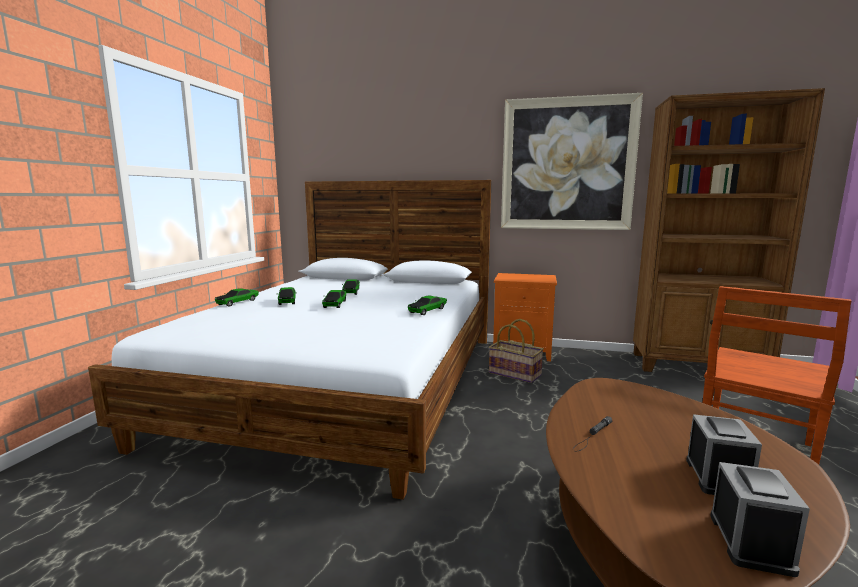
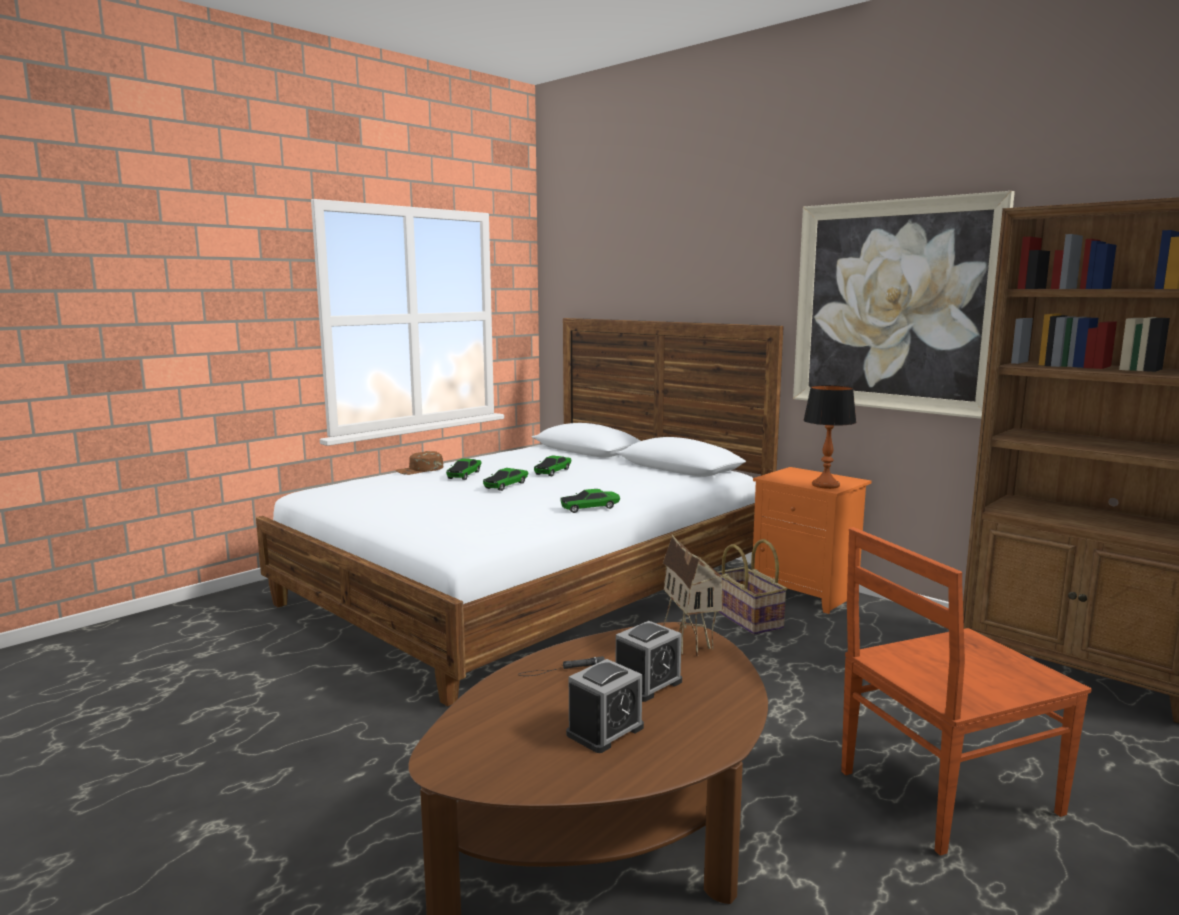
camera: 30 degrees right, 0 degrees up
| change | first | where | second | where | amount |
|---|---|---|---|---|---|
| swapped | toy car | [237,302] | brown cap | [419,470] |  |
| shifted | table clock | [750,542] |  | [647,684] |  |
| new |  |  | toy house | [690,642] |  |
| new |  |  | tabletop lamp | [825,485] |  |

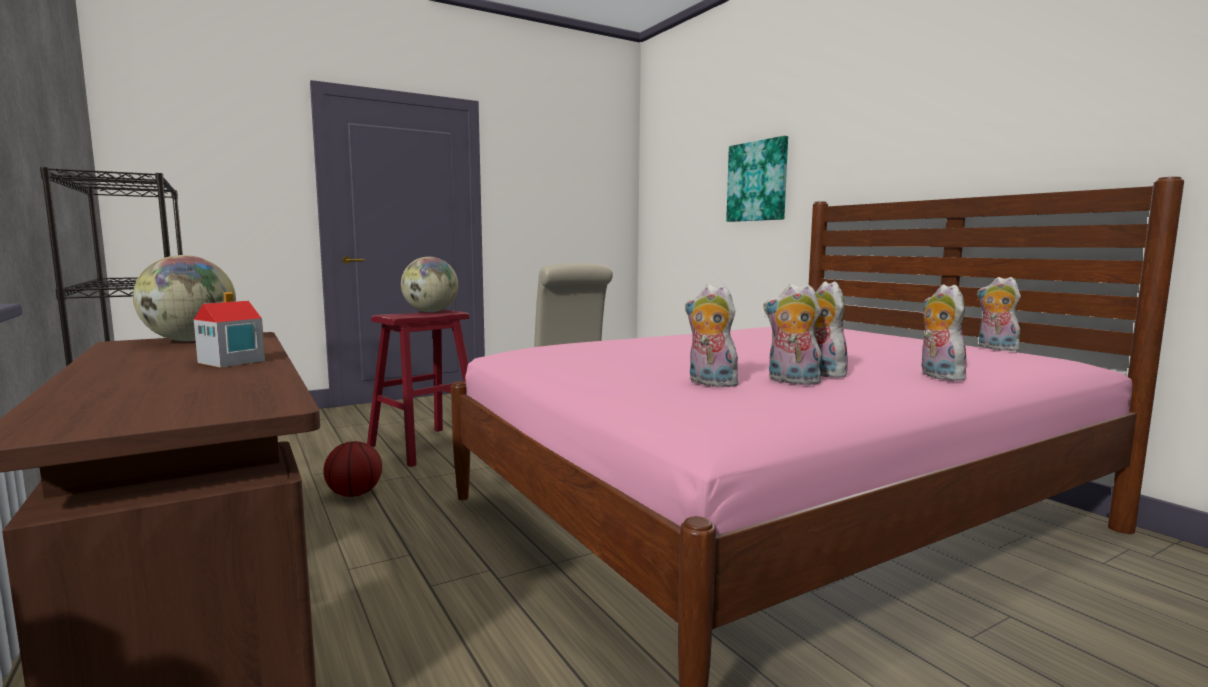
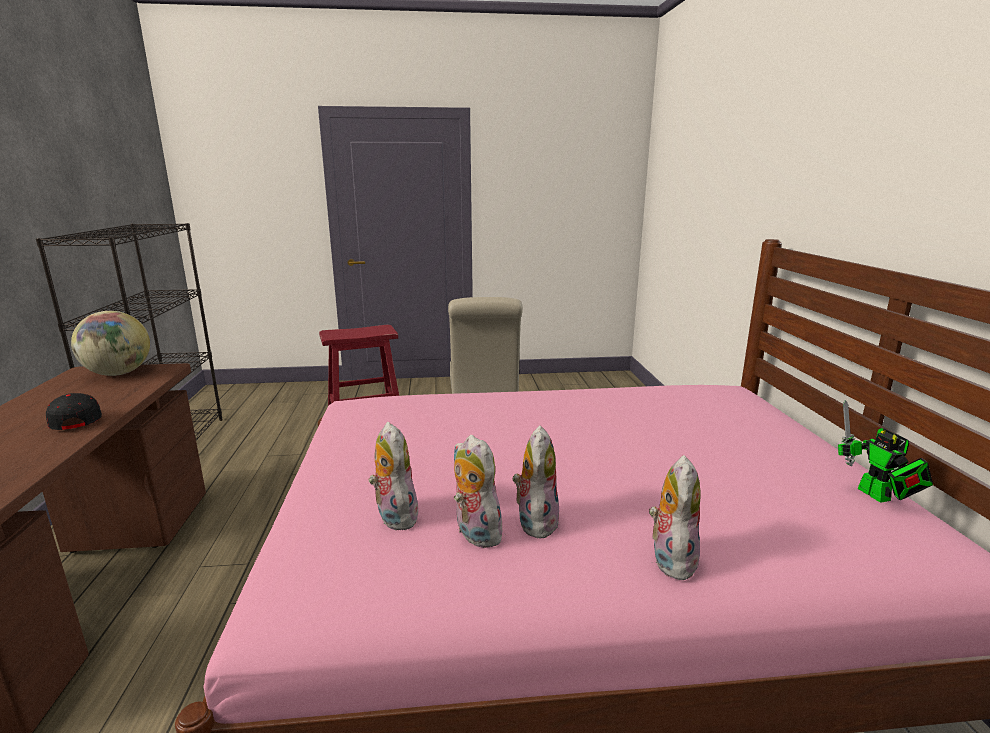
camera: 25 degrees right, 10 degrees up
| change | first | where | second | where | amount |
|---|---|---|---|---|---|
| swapped | toy house | [230,362] | black-coloured cap | [76,420] |  |
| gone | basketball ball | [354,494] |  |  |  |
| gone | globe | [430,312] |  |  |  |
| gone | wall picture | [757,181] |  |  |  |
| swapped | plush toy | [995,348] | model robot | [878,497] |  |

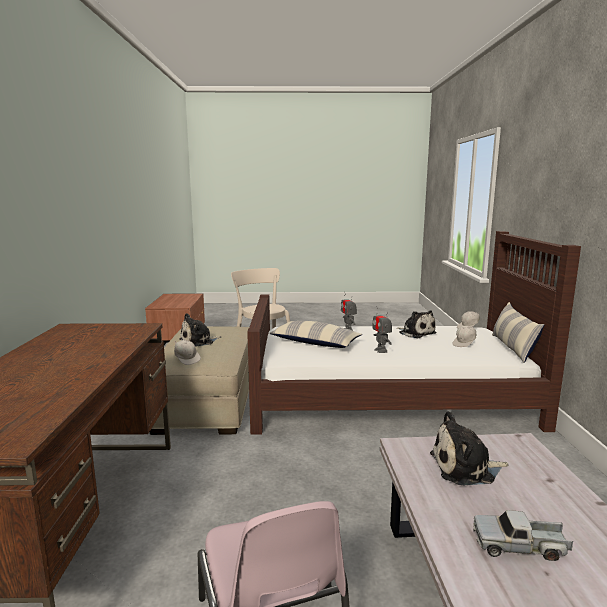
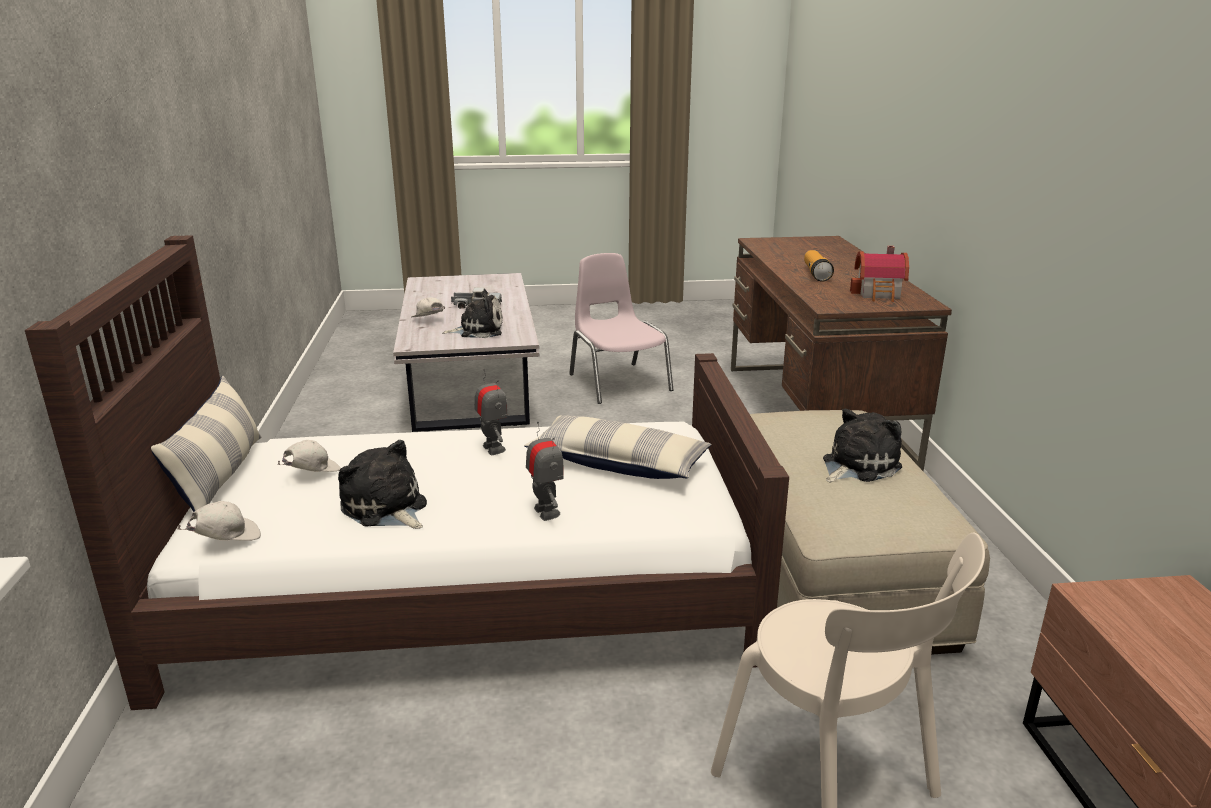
camera: 175 degrees right, 10 degrees up
| change | first | where | second | where | amount |
|---|---|---|---|---|---|
| shifted | whitish cap | [187,359] |  | [429,321] |  |
| new |  |  | flashlight | [816,274] |  |
| new |  |  | toy house | [880,294] |  |

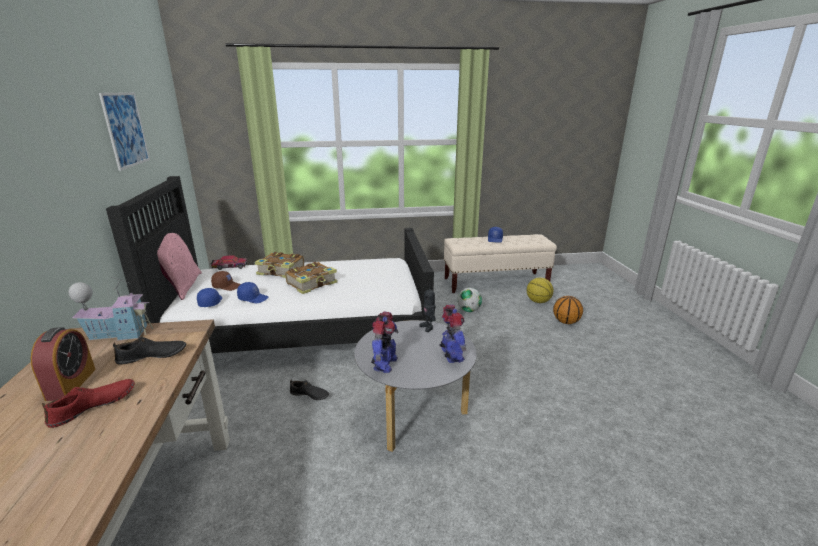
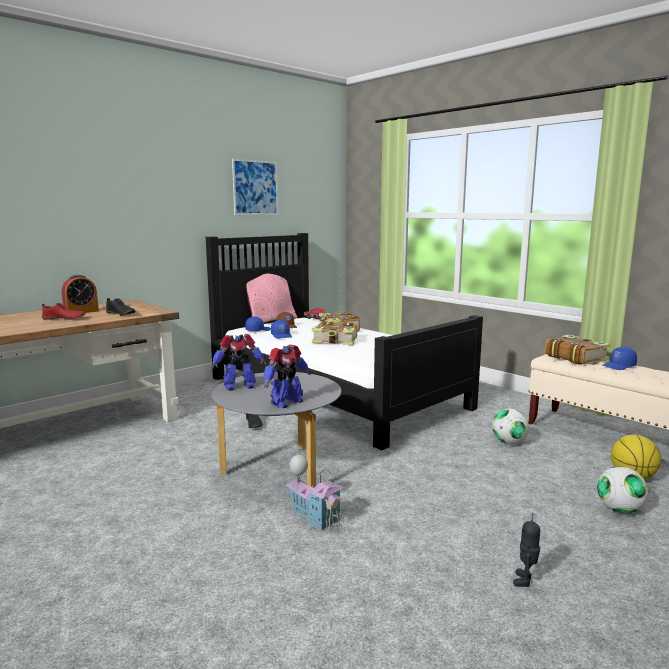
camera: 55 degrees right, 10 degrees down
| change | first | where | second | where | amount |
|---|---|---|---|---|---|
| shifted | toy house | [120,333] |  | [315,516] |  |
| shifted | model robot | [428,327] |  | [525,581] |  |
| swapped | basketball ball | [566,322] | ball for football | [619,510] |  |
| new |  |  | book | [575,357] |  |

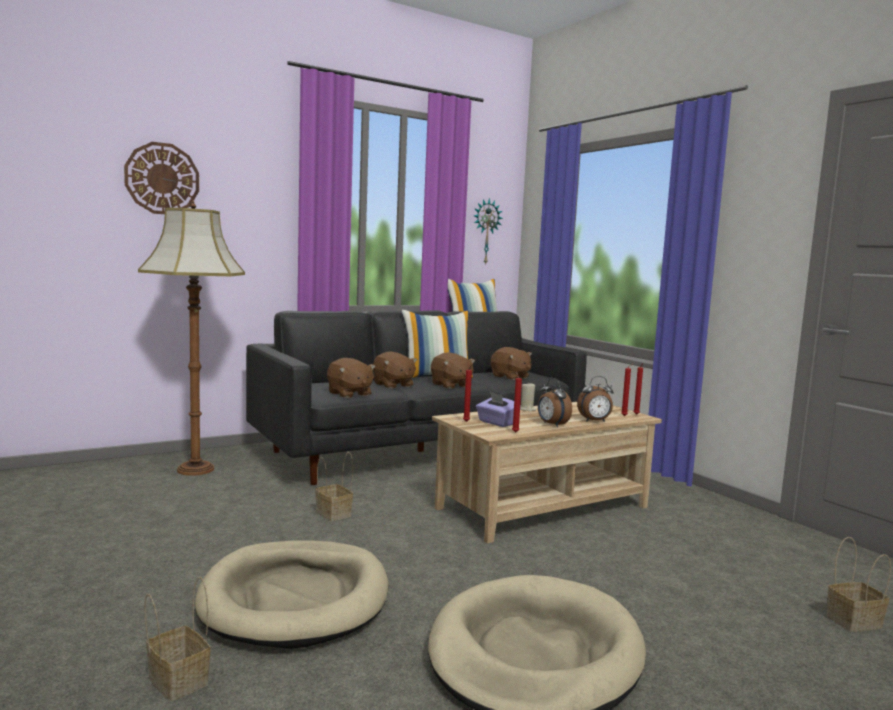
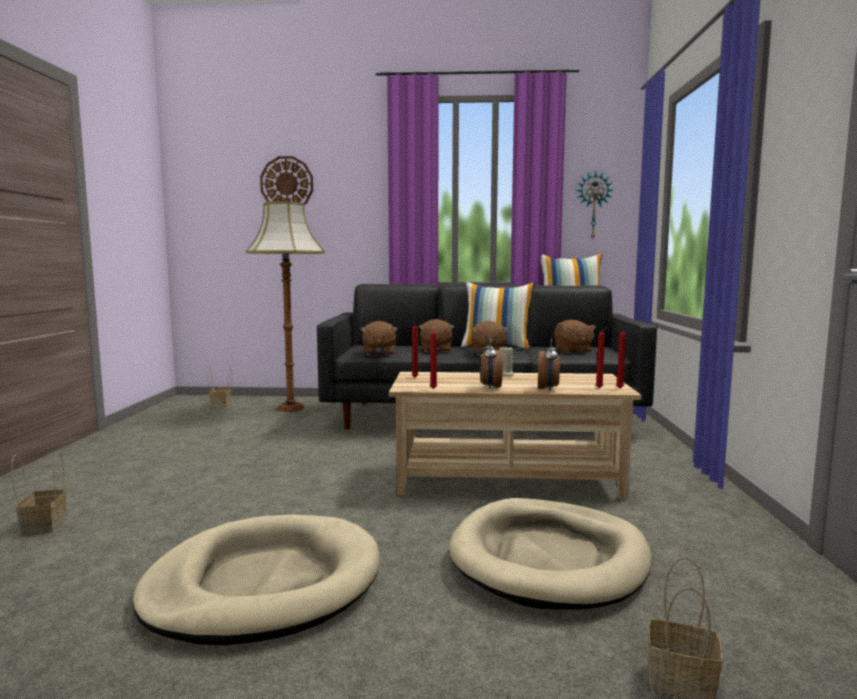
camera: 35 degrees right, 0 degrees up
| change | first | where | second | where | amount |
|---|---|---|---|---|---|
| shifted | beige-coloured pet bed | [296,598] |  | [549,558] |  |
| shifted | basket | [334,514] |  | [221,405] |  |
| gone | purple tissue box | [496,423] |  |  |  |
| rotated | table clock | [595,421] |  | [548,389] | 105 degrees counterclockwise |

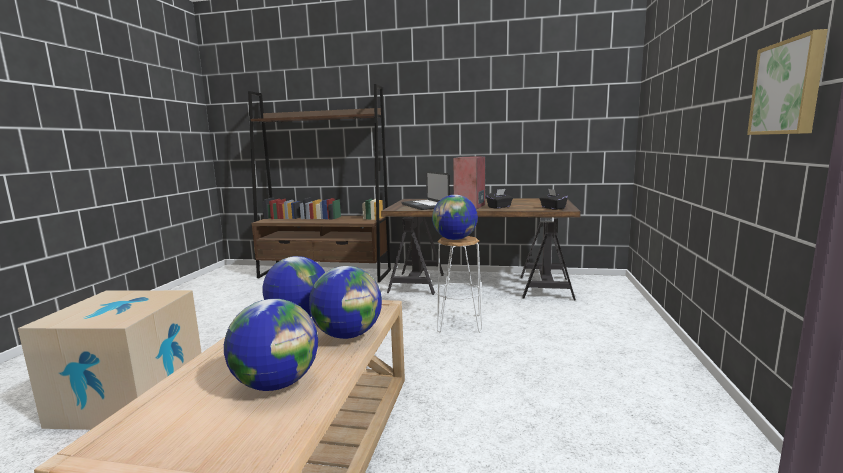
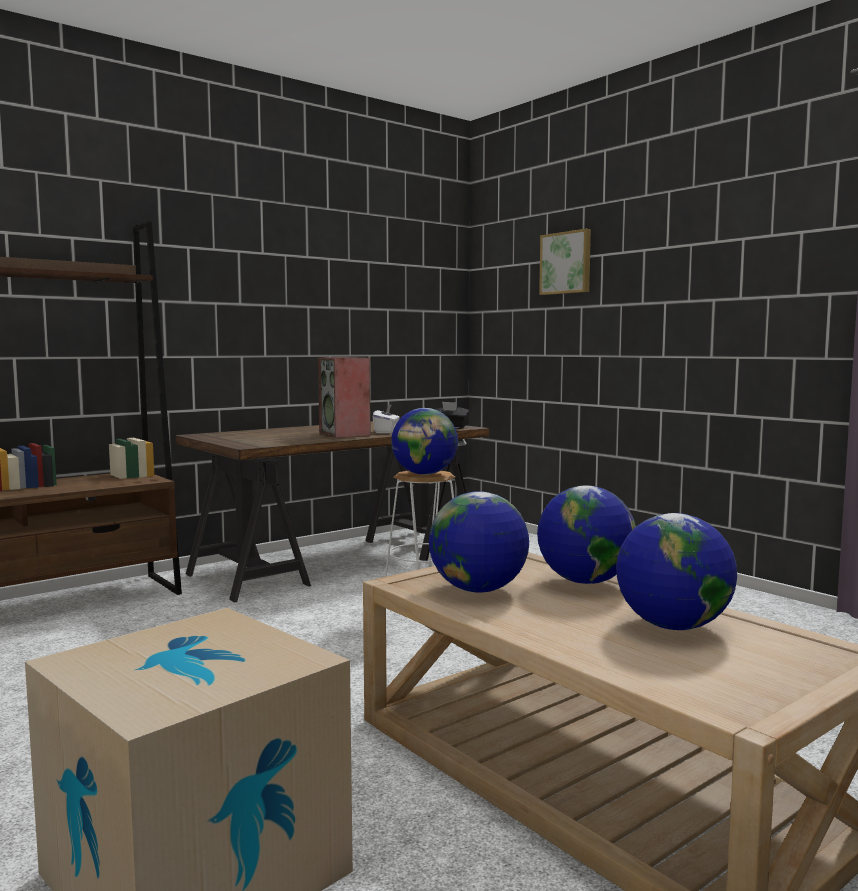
camera: 50 degrees left, 5 degrees down
| change | first | where | second | where | amount |
|---|---|---|---|---|---|
| gone | laptop | [424,206] |  |  |  |
| repainted | black-coloured tissue box | [499,207] | whitish tissue box | [386,432] |  |
| shifted | wall picture | [788,88] |  | [566,263] |  |

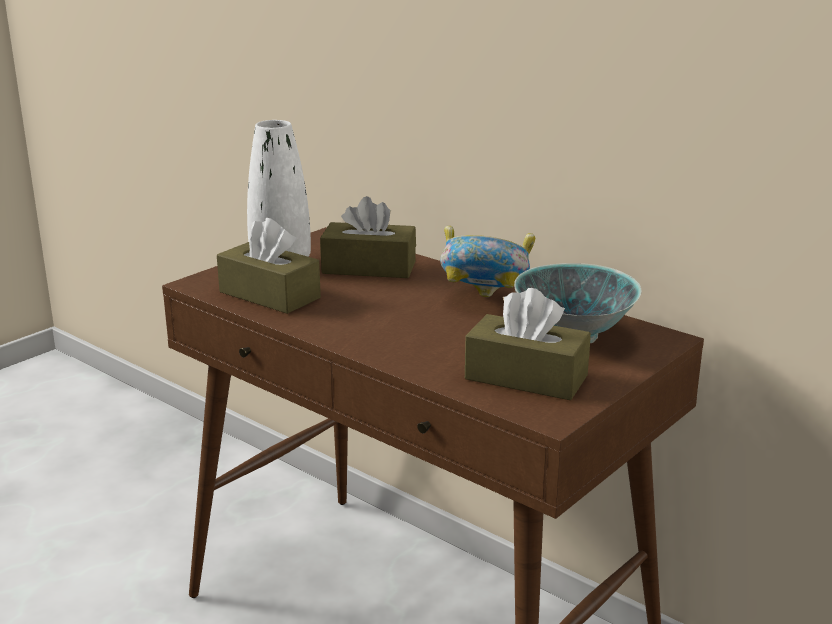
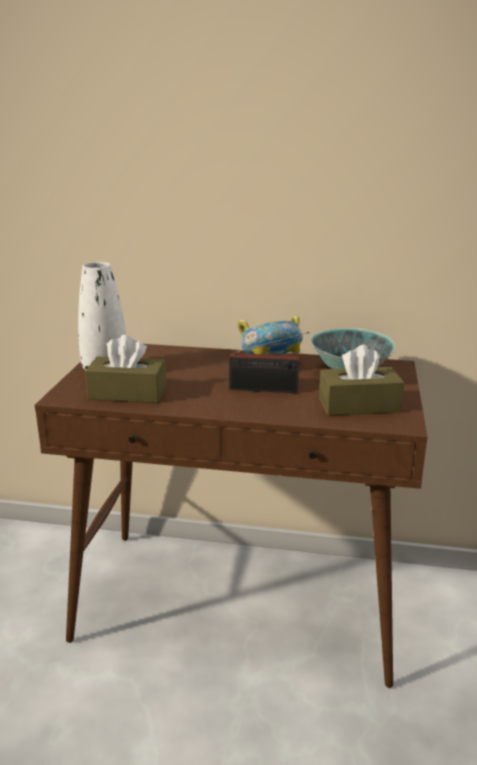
camera: 30 degrees left, 0 degrees up
| change | first | where | second | where | amount |
|---|---|---|---|---|---|
| gone | brown tissue box | [369,267] |  |  |  |
| new |  |  | radio | [268,389] |  |

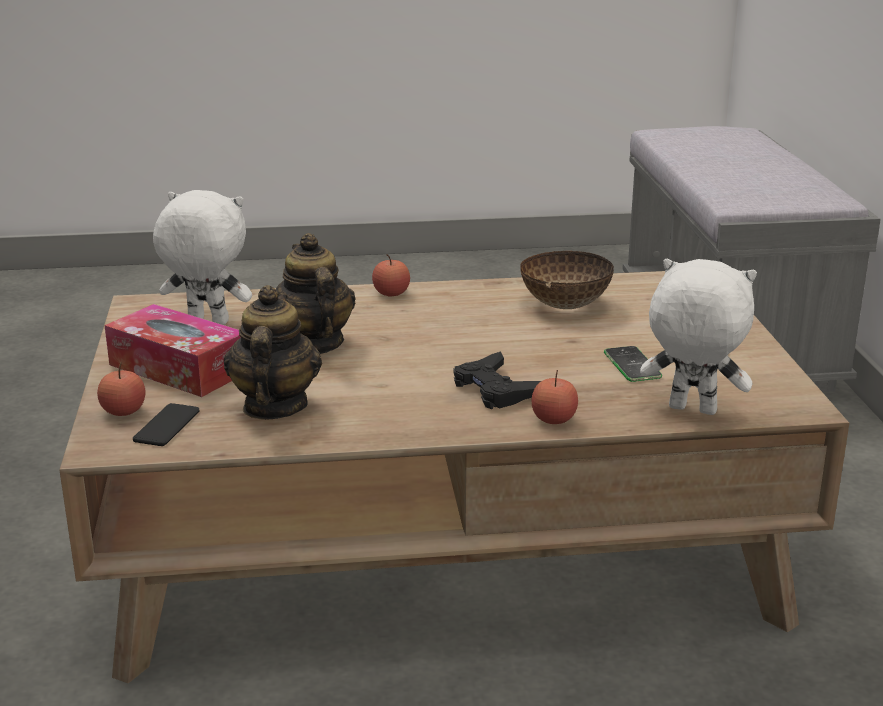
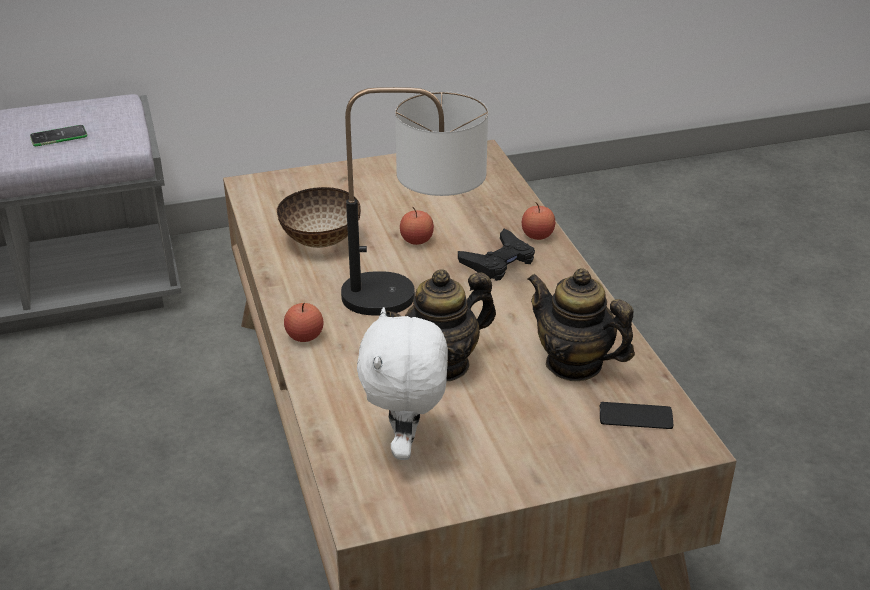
camera: 100 degrees left, 10 degrees up
| change | first | where | second | where | amount |
|---|---|---|---|---|---|
| shifted | apple fruit | [123,411] |  | [416,240] |  |
| gone | tissue box | [178,368] |  |  |  |
| rotated | teapot | [274,406] |  | [574,364] | 45 degrees clockwise |
| shifted | handset | [632,365] |  | [59,137] |  |
| gone | whitish plush toy | [691,410] |  |  |  |
| new |  |  | tabletop lamp | [414,296] |  |

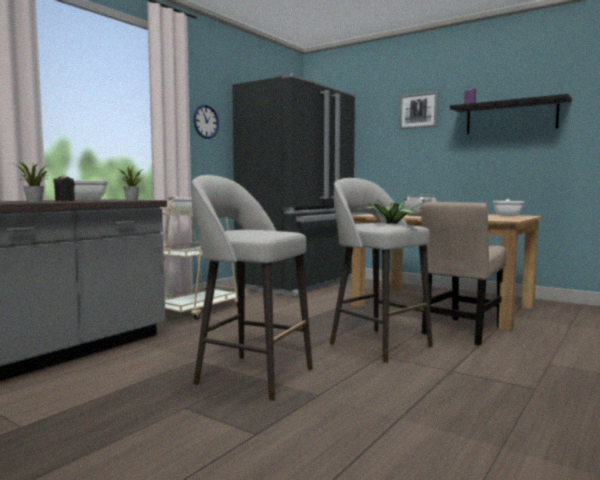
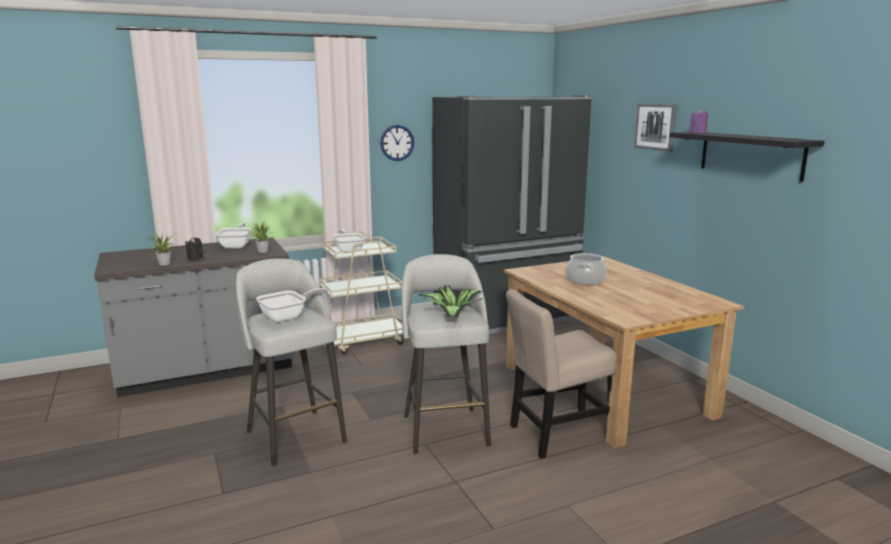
camera: 30 degrees right, 10 degrees up
| change | first | where | second | where | amount |
|---|---|---|---|---|---|
| shifted | frying pan | [507,215] |  | [288,317] |  |

